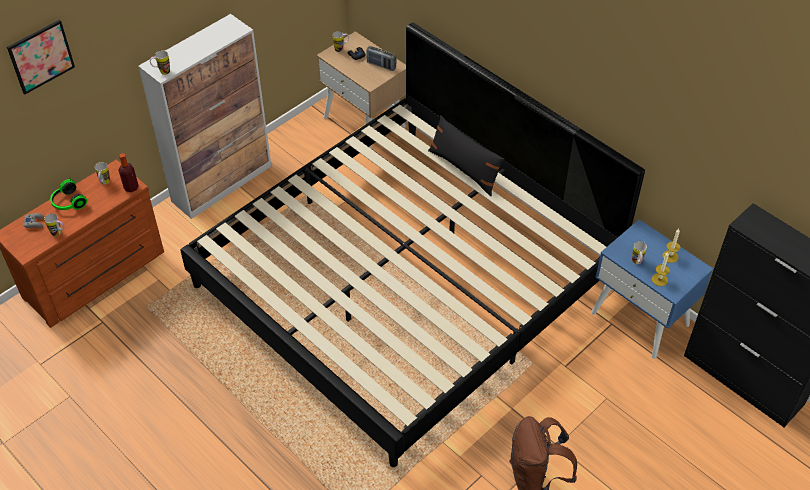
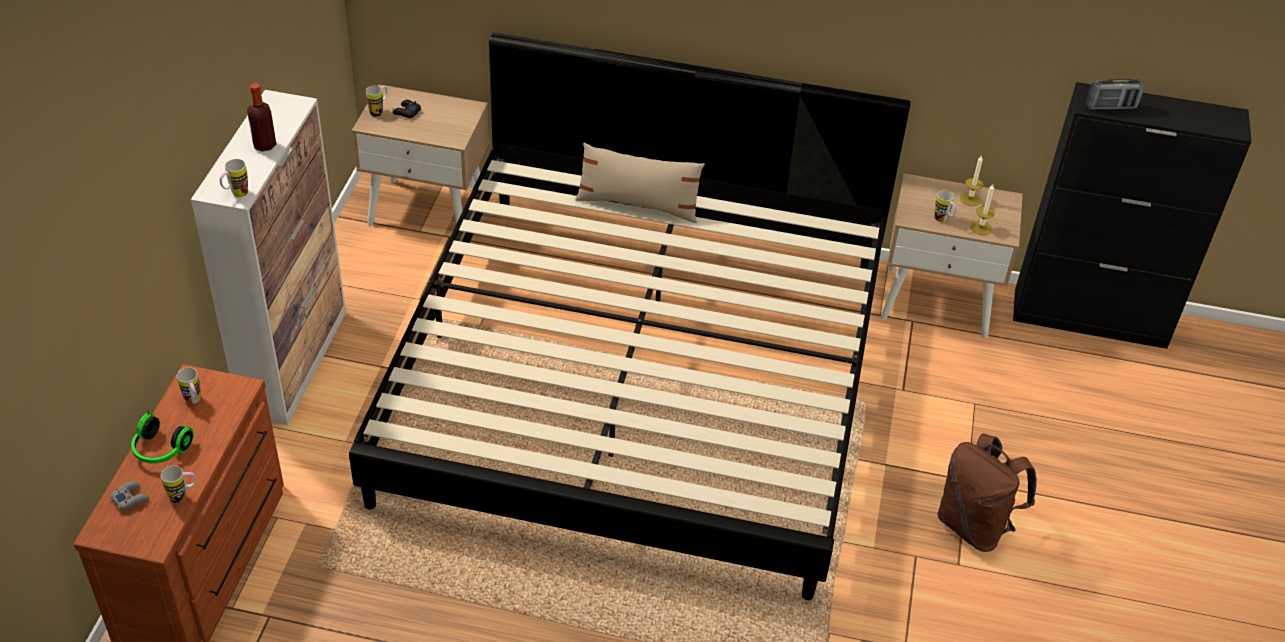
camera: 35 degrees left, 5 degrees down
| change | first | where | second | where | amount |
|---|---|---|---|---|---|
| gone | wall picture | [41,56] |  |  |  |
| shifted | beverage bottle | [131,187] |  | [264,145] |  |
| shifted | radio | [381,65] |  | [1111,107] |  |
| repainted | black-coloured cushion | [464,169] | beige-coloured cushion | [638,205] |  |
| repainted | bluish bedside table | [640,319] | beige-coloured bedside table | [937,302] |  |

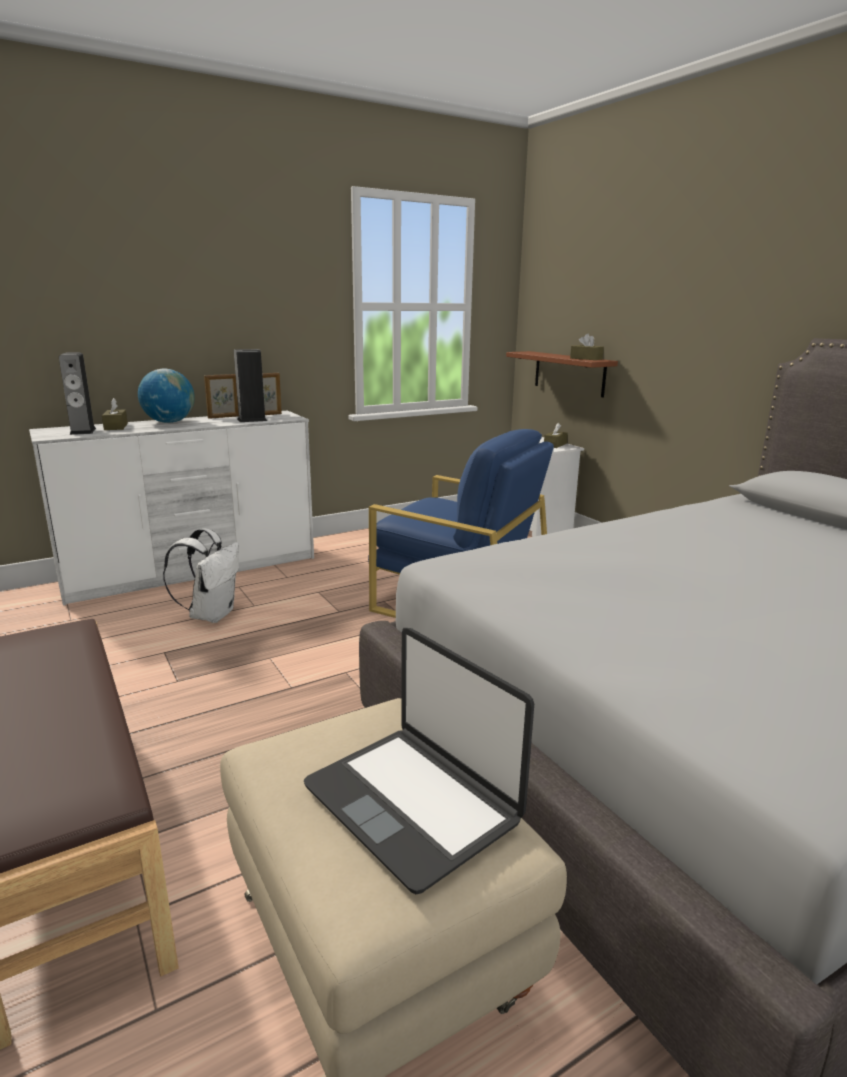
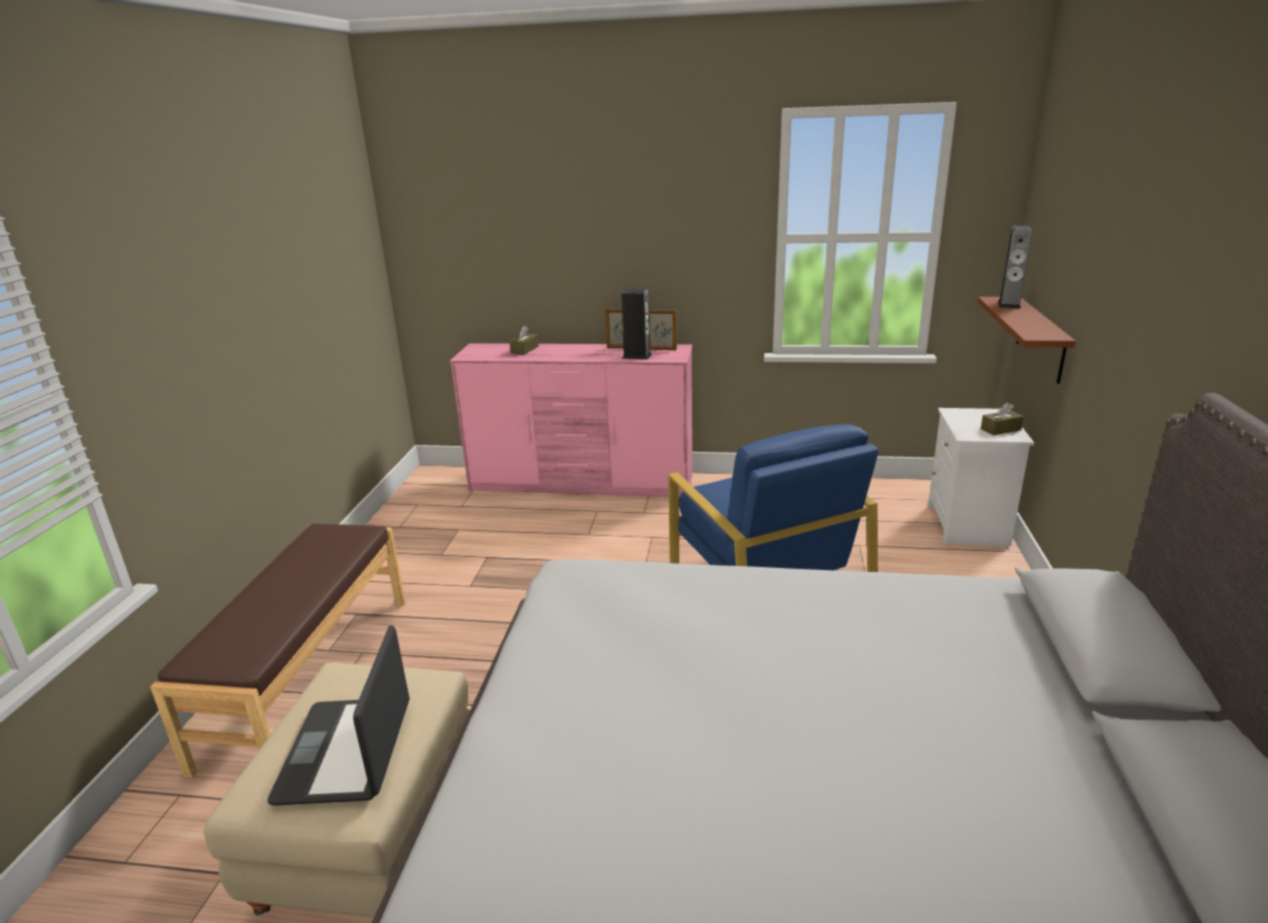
camera: 40 degrees right, 5 degrees up
| change | first | where | second | where | amount |
|---|---|---|---|---|---|
| repainted | whitish dresser | [193,570] | pink-coloured dresser | [582,483] |  |
| shifted | loudspeaker | [83,431] |  | [1009,304] |  |
| gone | globe | [169,422] |  |  |  |
| gone | whitish rucksack | [211,614] |  |  |  |
| gone | brown tissue box | [586,359] |  |  |  |

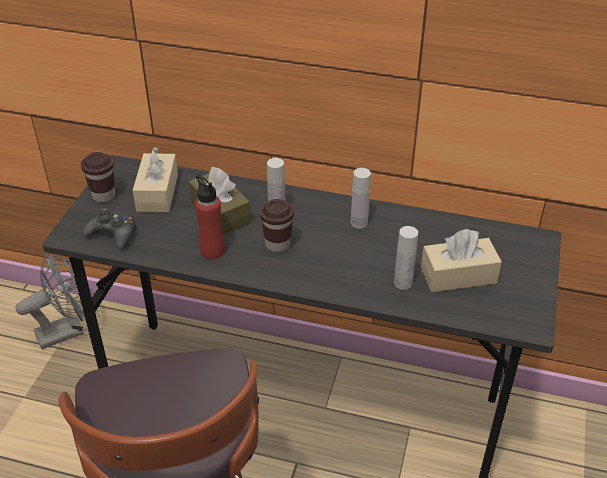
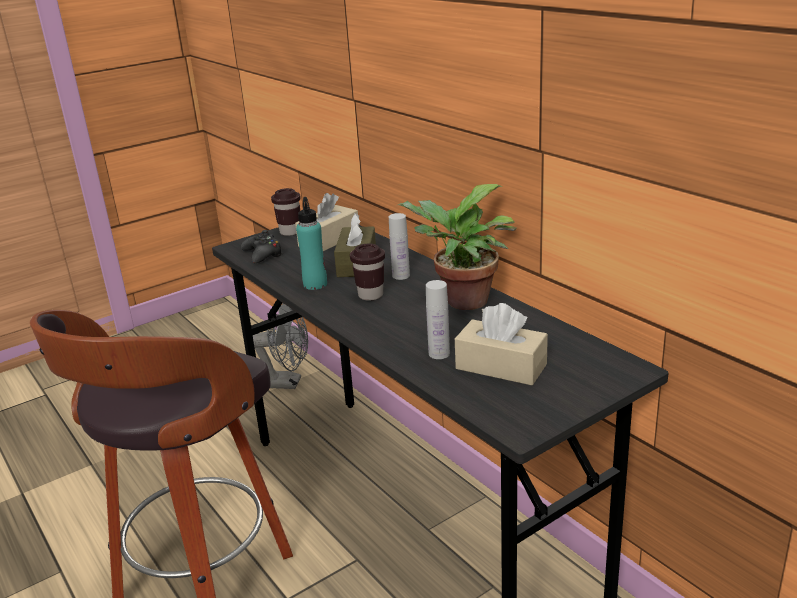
camera: 40 degrees right, 15 degrees down
| change | first | where | second | where | amount |
|---|---|---|---|---|---|
| repainted | red-coloured beverage bottle | [212,251] | blue-green beverage bottle | [315,284] |  |
| swapped | whitish beverage bottle | [359,222] | houseplant | [461,302] |  |

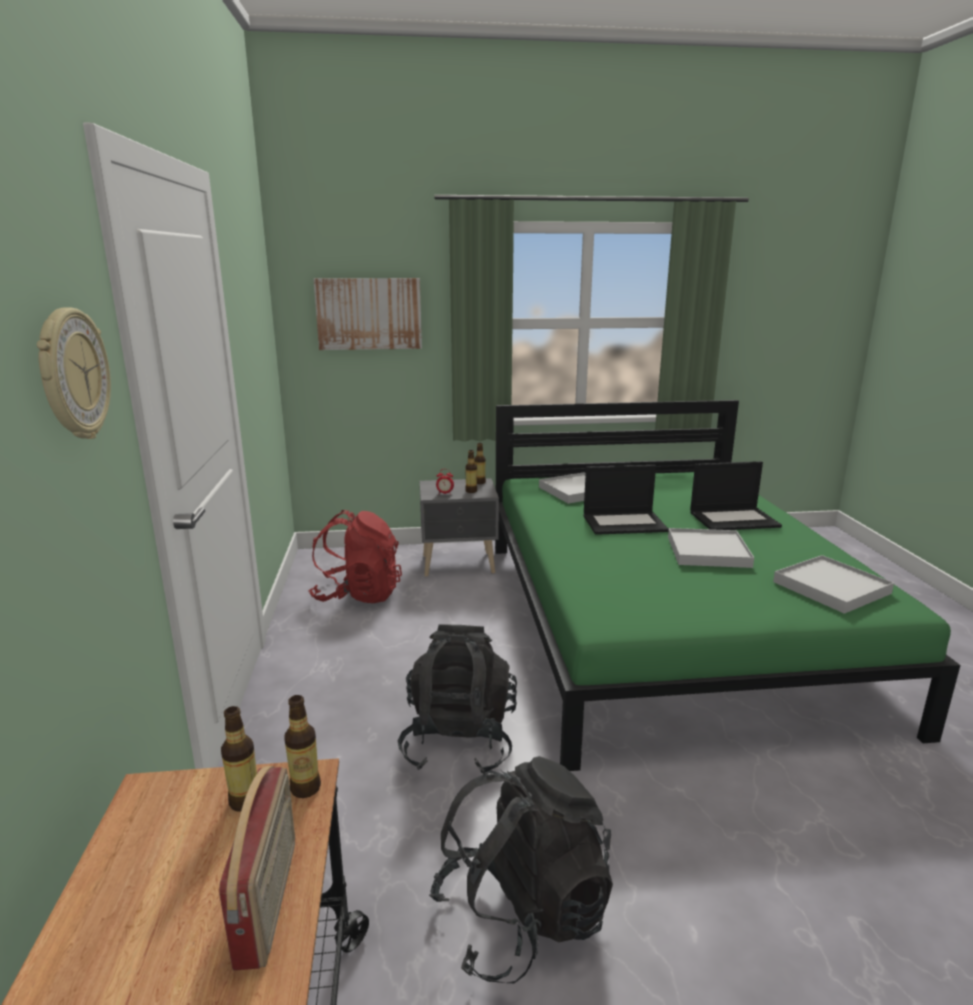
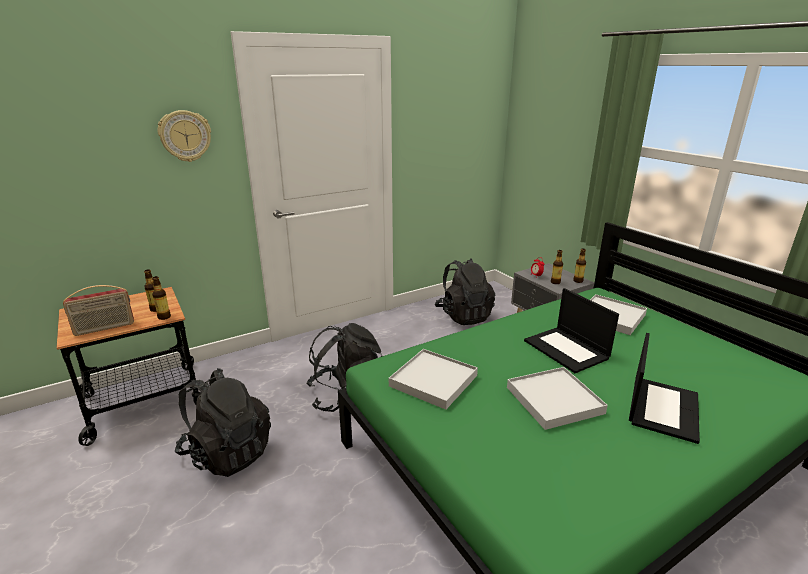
camera: 65 degrees right, 5 degrees up
| change | first | where | second | where | amount |
|---|---|---|---|---|---|
| repainted | red-coloured rucksack | [358,595] | black-coloured rucksack | [464,315] |  |
| gone | wall picture | [369,314] |  |  |  |
| rotated | laptop | [734,519] |  | [662,408] | 120 degrees counterclockwise |
| shifted | whitish tray | [831,588] |  | [433,381] |  |

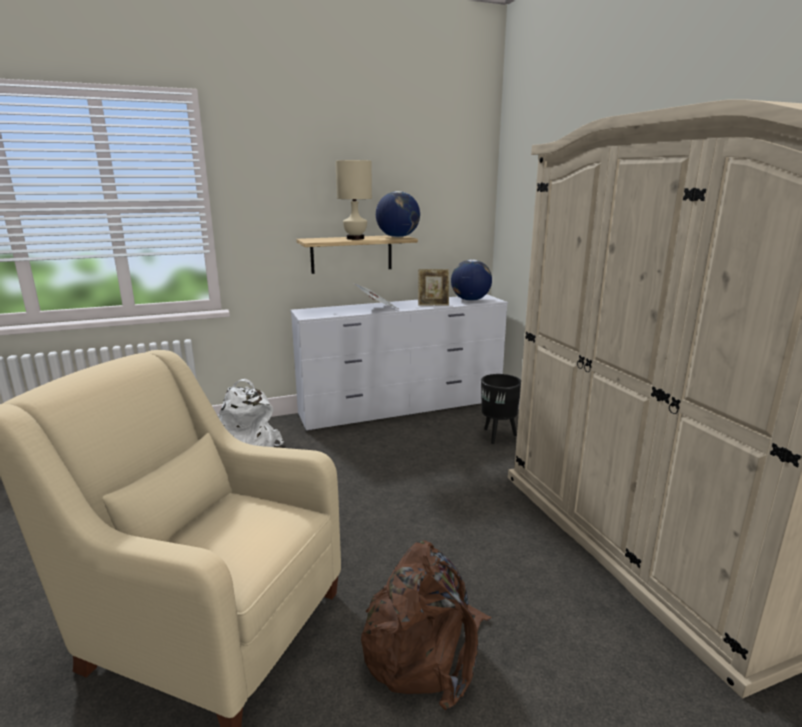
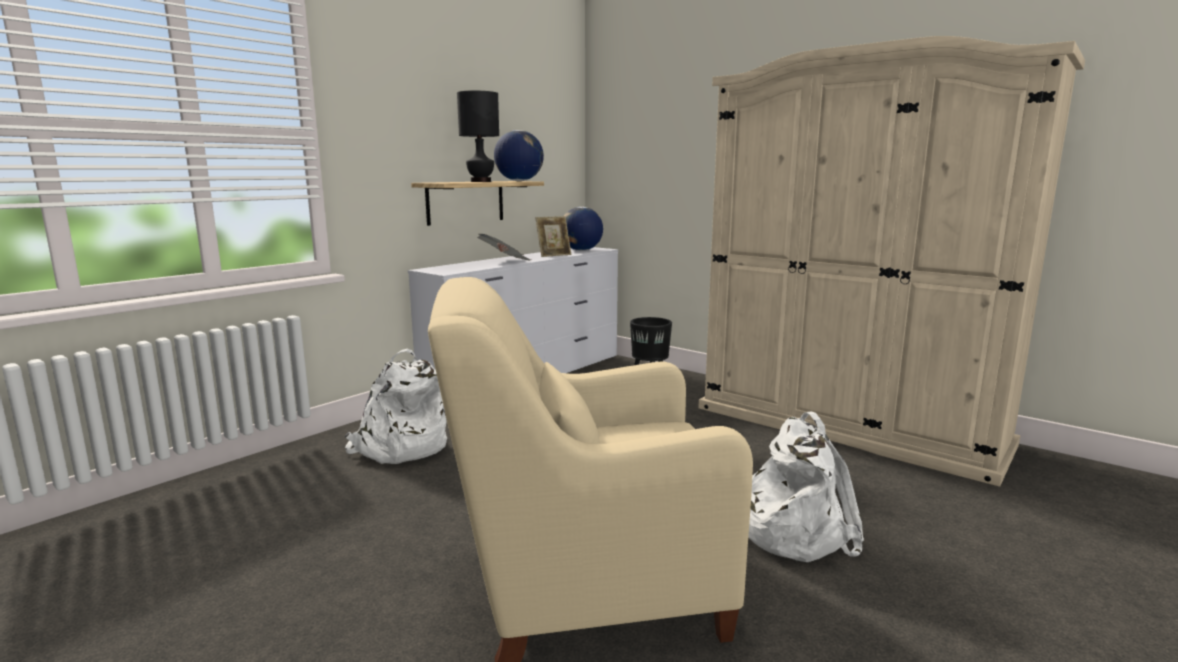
camera: 30 degrees left, 5 degrees down
| change | first | where | second | where | amount |
|---|---|---|---|---|---|
| repainted | beige-coloured tabletop lamp | [355,238] | black-coloured tabletop lamp | [481,181] |  |
| repainted | brown rucksack | [425,649] | whitish rucksack | [791,530] |  |

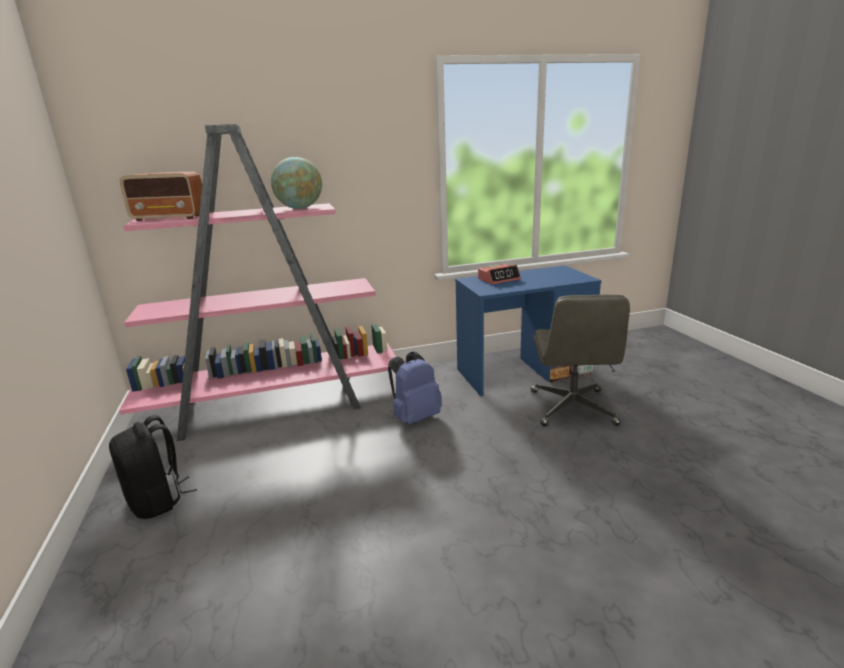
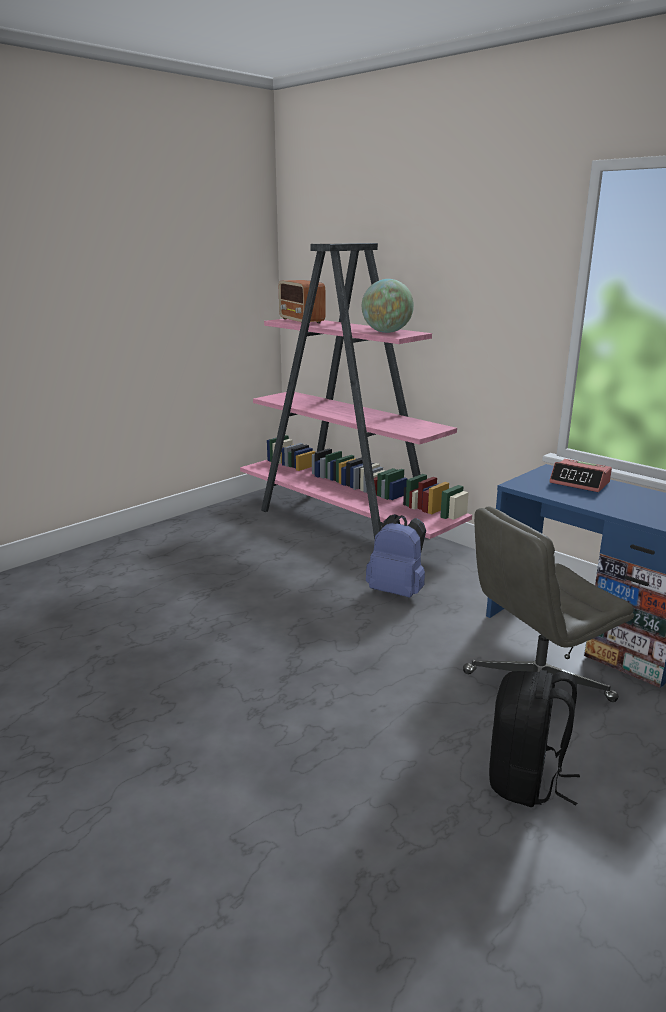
camera: 60 degrees right, 0 degrees up
| change | first | where | second | where | amount |
|---|---|---|---|---|---|
| shifted | black-coloured rucksack | [158,501] |  | [526,780] |  |

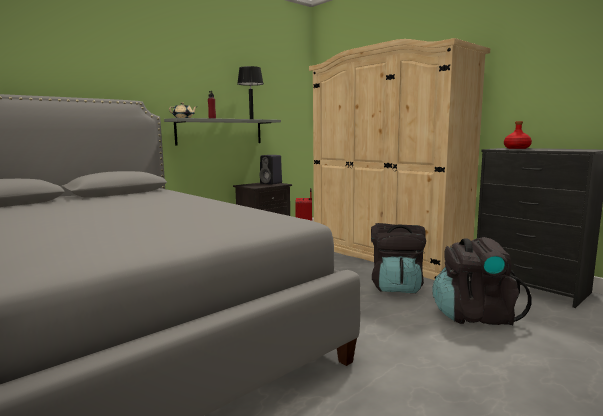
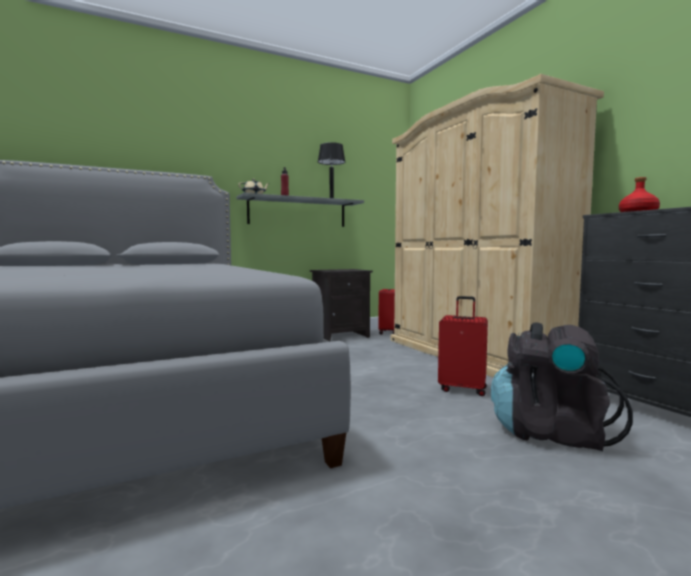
camera: 15 degrees right, 5 degrees down
| change | first | where | second | where | amount |
|---|---|---|---|---|---|
| gone | black-coloured loudspeaker | [271,183] |  |  |  |
| swapped | black-coloured rucksack | [396,286] | red-coloured suitcase | [463,389] |  |

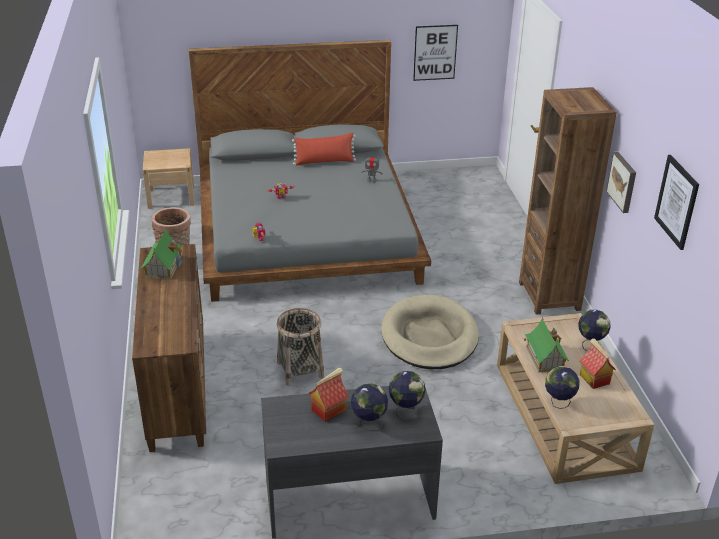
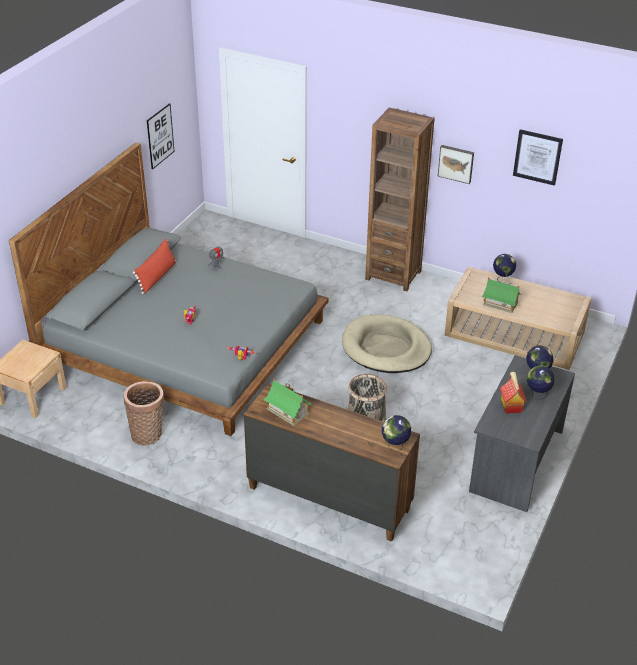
camera: 55 degrees left, 5 degrees up
| change | first | where | second | where | amount |
|---|---|---|---|---|---|
| shifted | globe | [558,403] |  | [395,446] |  |
| gone | toy house | [593,379] |  |  |  |

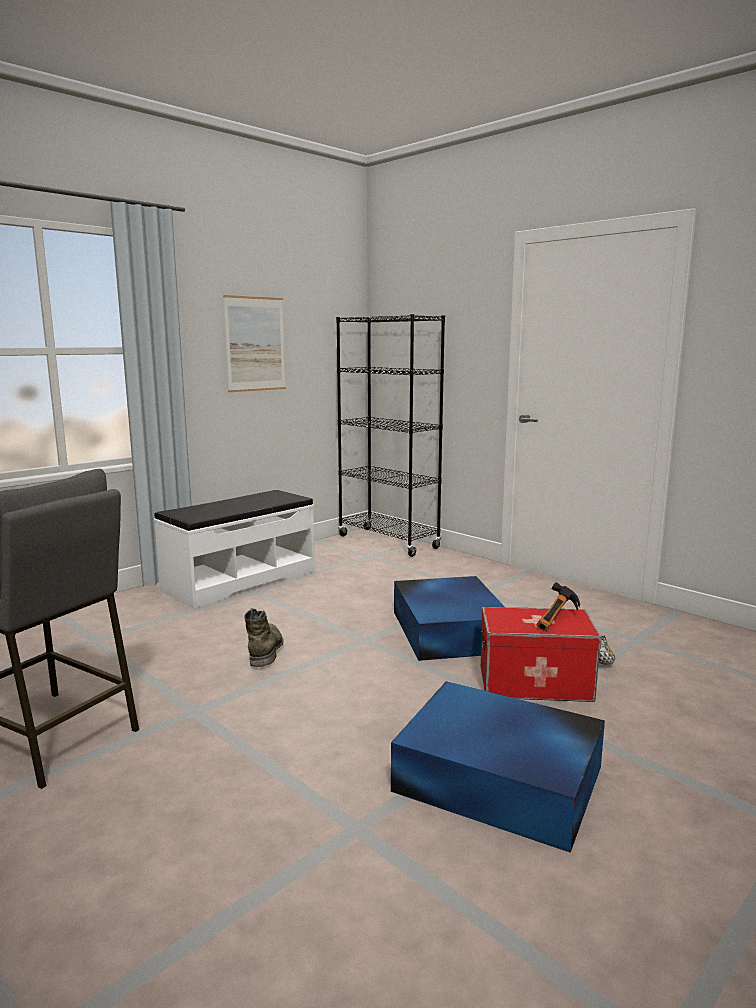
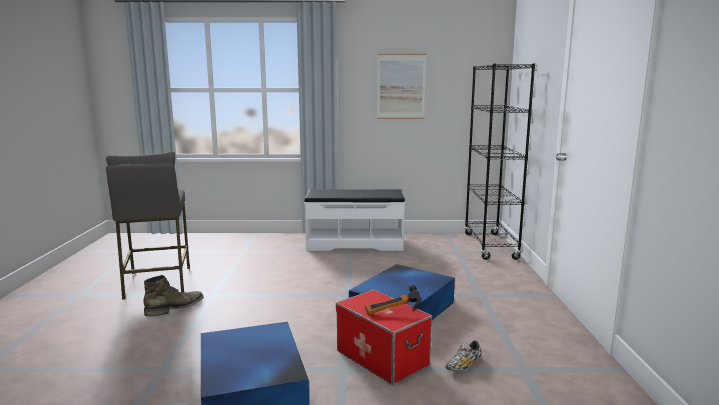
camera: 45 degrees right, 0 degrees up
| change | first | where | second | where | amount |
|---|---|---|---|---|---|
| shifted | green tall boot | [265,650] |  | [175,308] |  |

